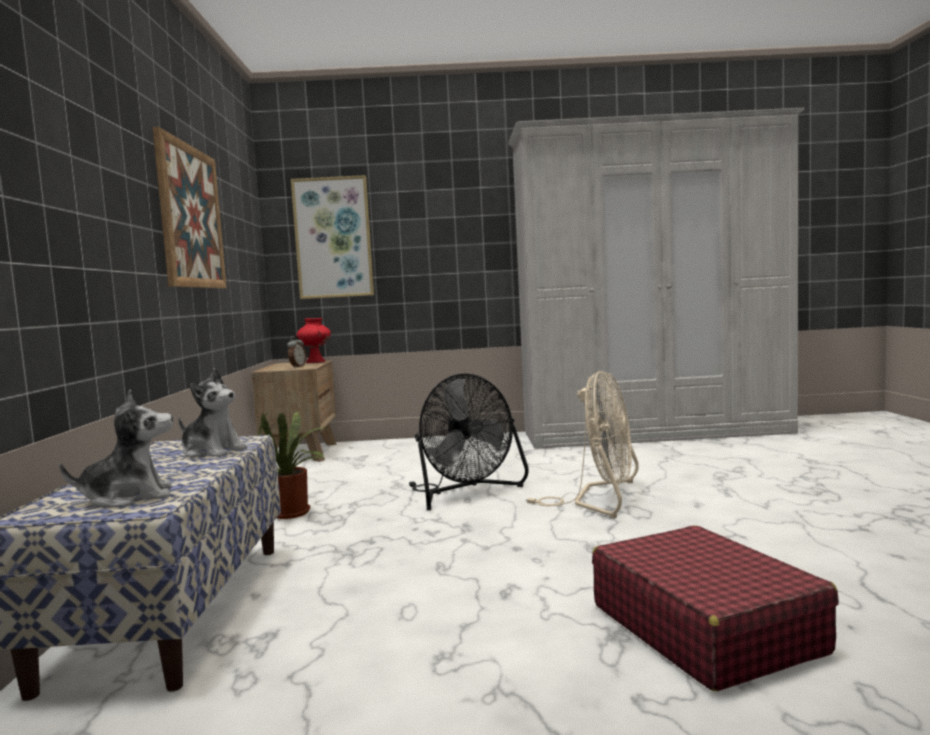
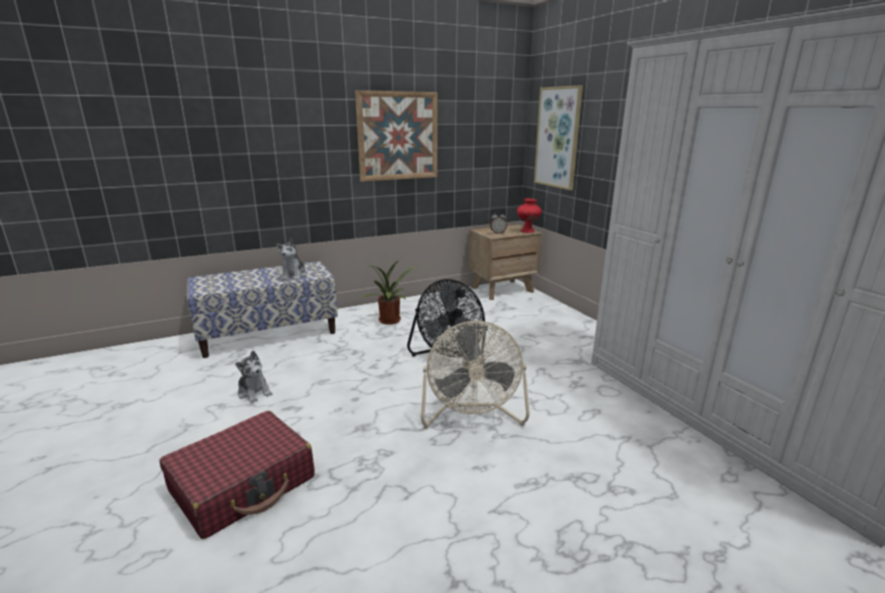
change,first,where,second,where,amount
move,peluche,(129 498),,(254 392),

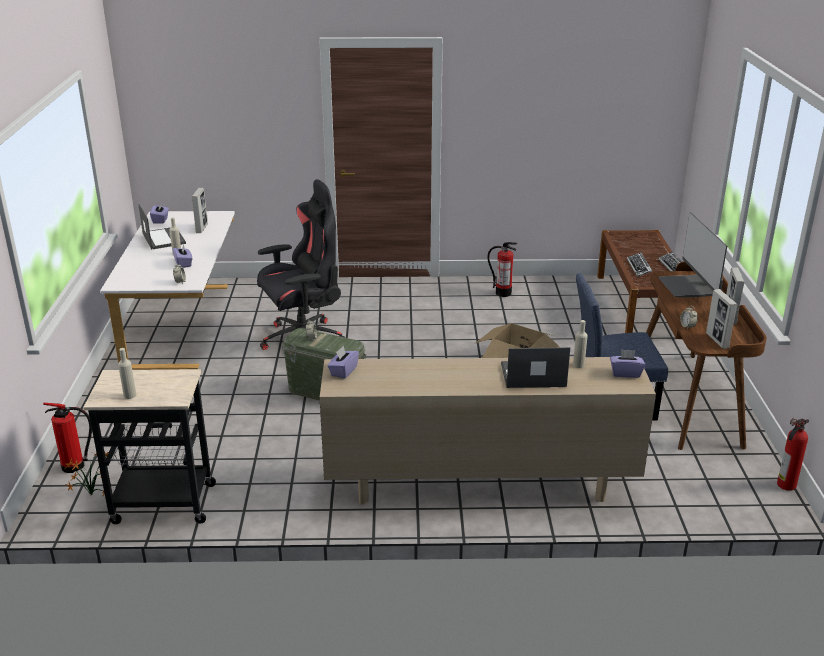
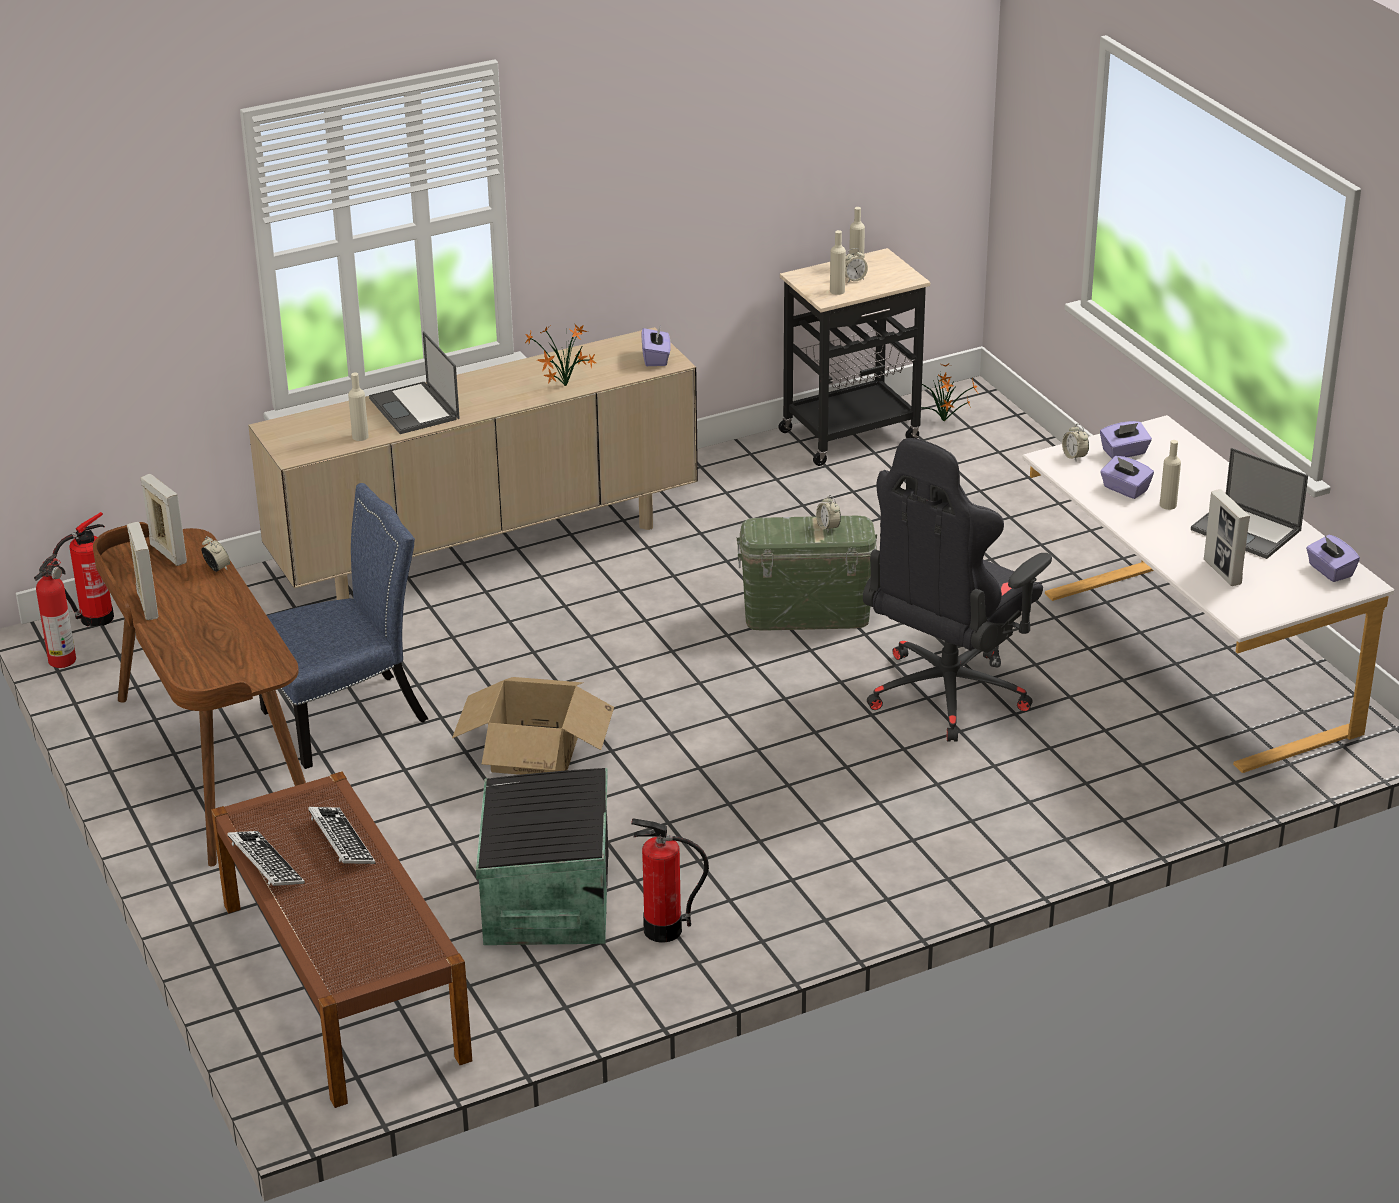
change,first,where,second,where,amount
delete,monitor,(688 287),,,
rotate,portátil,(532 375),,(415 409),90 degrees clockwise
move,caja de pañuelos (morado),(625 373),,(1124 452),
move,extintor,(75 466),,(93 619),
insert,,,botella (beis),(837 291),
insert,,,despertador,(853 279),
insert,,,planta en maceta,(564 387),
insert,,,caja de almacenaje (negro),(544 899),

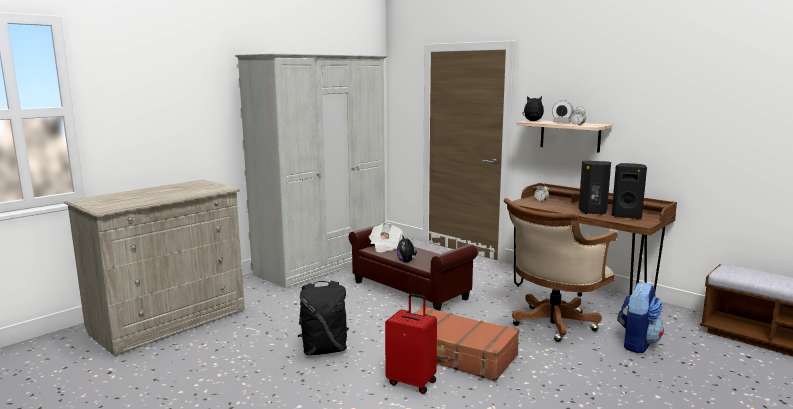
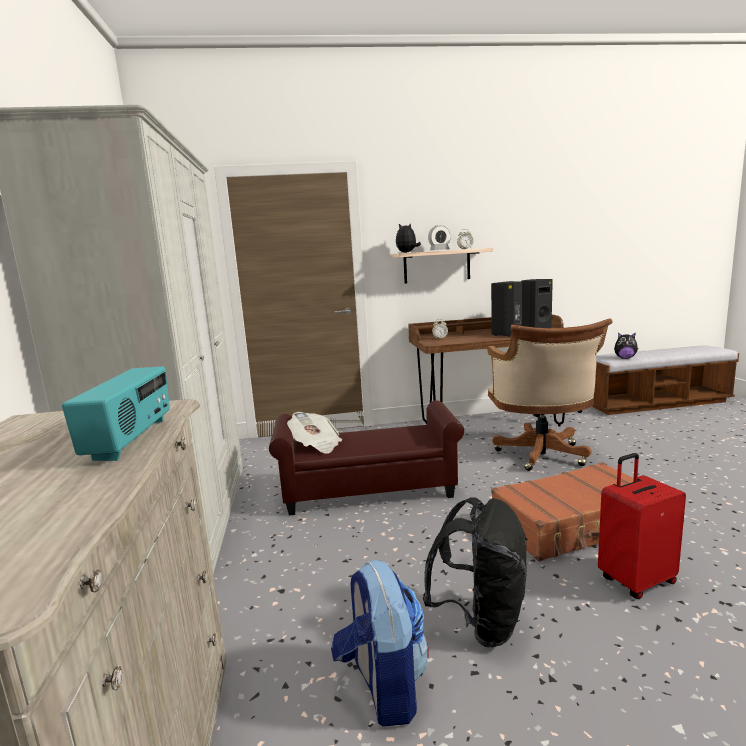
change,first,where,second,where,amount
move,peluche,(406 261),,(625 358),
move,mochila,(637 343),,(383 686),
insert,,,radio,(132 439),

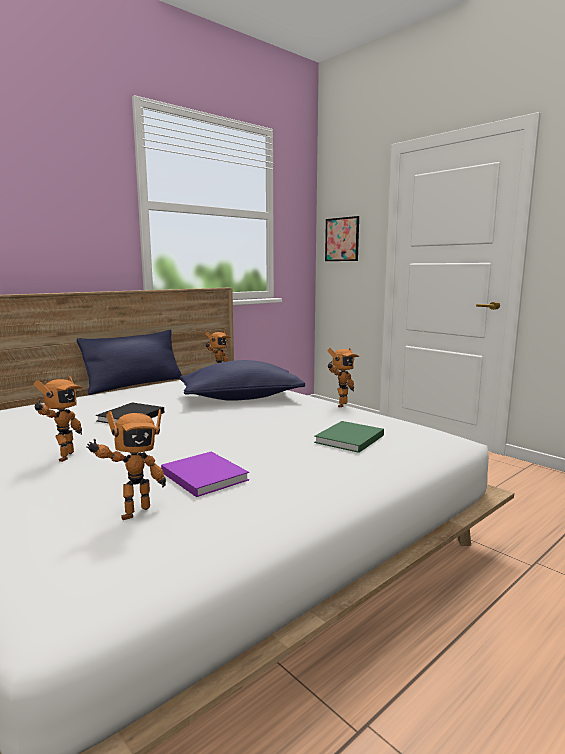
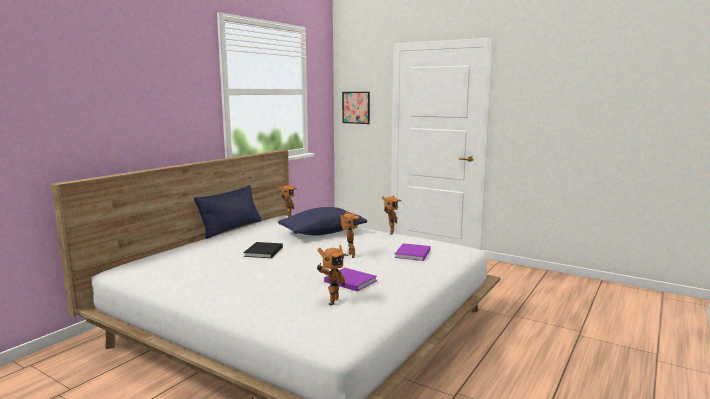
change,first,where,second,where,amount
move,robot de juguete,(62 457),,(349 256),
recolor,libro (verde),(348 439),libro (morado),(412 254),

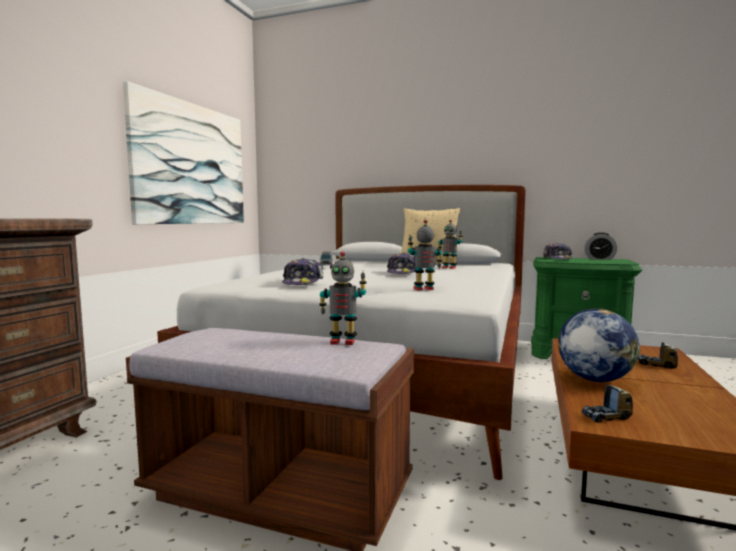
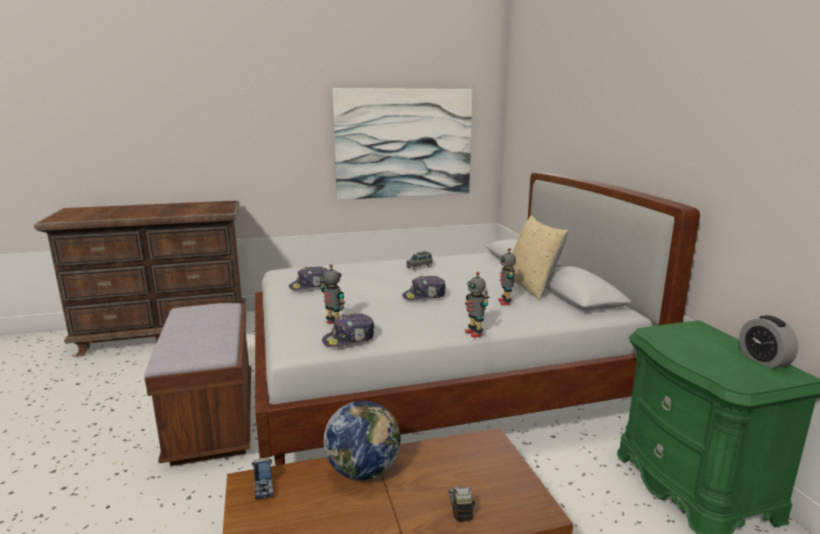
change,first,where,second,where,amount
move,gorra,(557 258),,(349 339),
move,robot de juguete,(343 342),,(474 333),
rotate,camión de juguete,(607 417),,(264 487),150 degrees counterclockwise

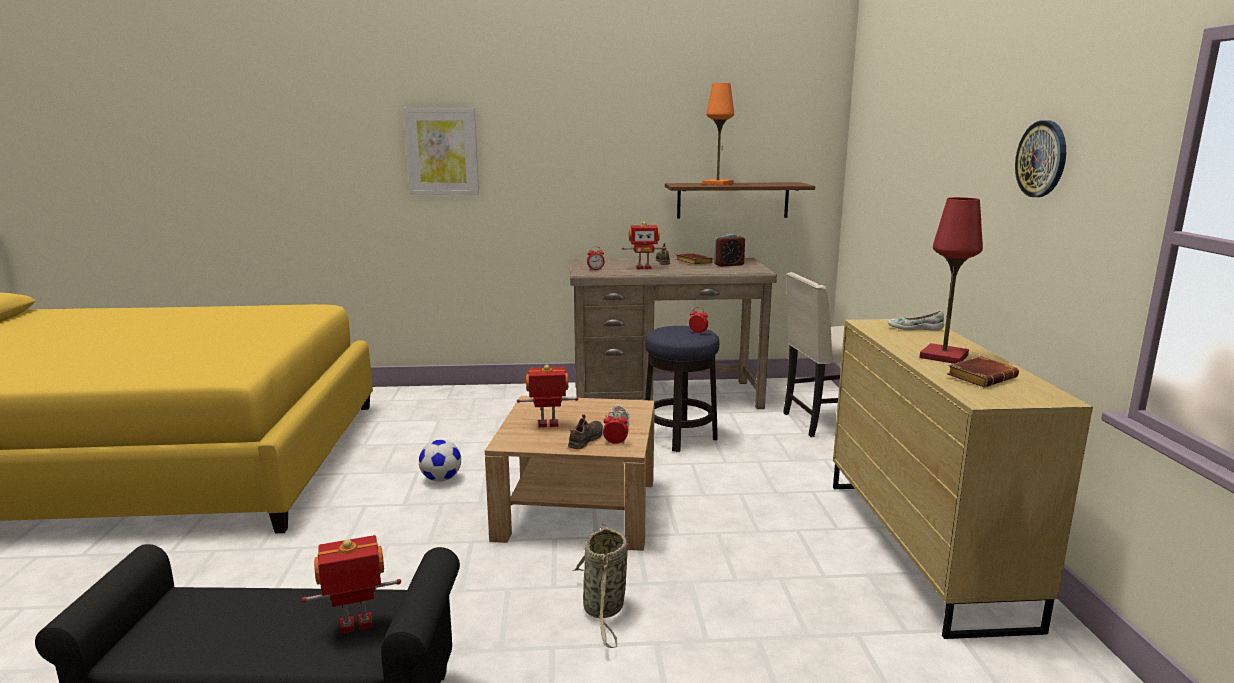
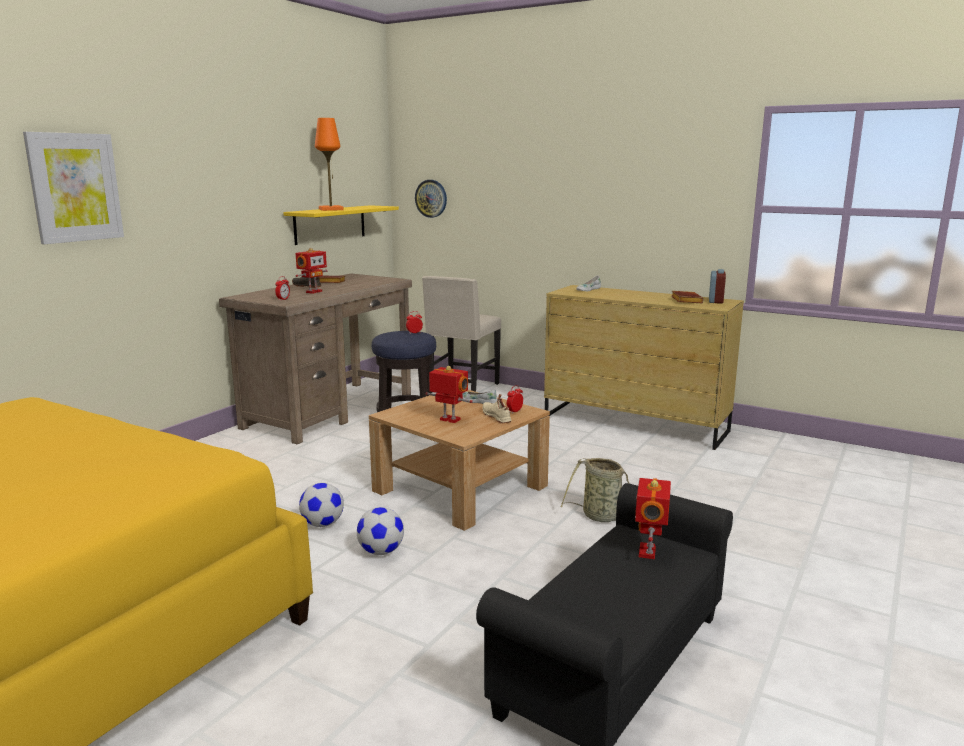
change,first,where,second,where,amount
move,reloj de pared,(1042 159),,(431 198),
recolor,estante (marrón),(733 200),estante (amarillo),(330 224),
delete,lámpara de mesa (rojo),(944 356),,,
move,despertador,(728 265),,(715 301),
rotate,robot de juguete,(548 425),,(449 420),90 degrees clockwise
recolor,zapato (negro),(587 440),zapato (beis),(497 417),
insert,,,balón de fútbol,(381 552),

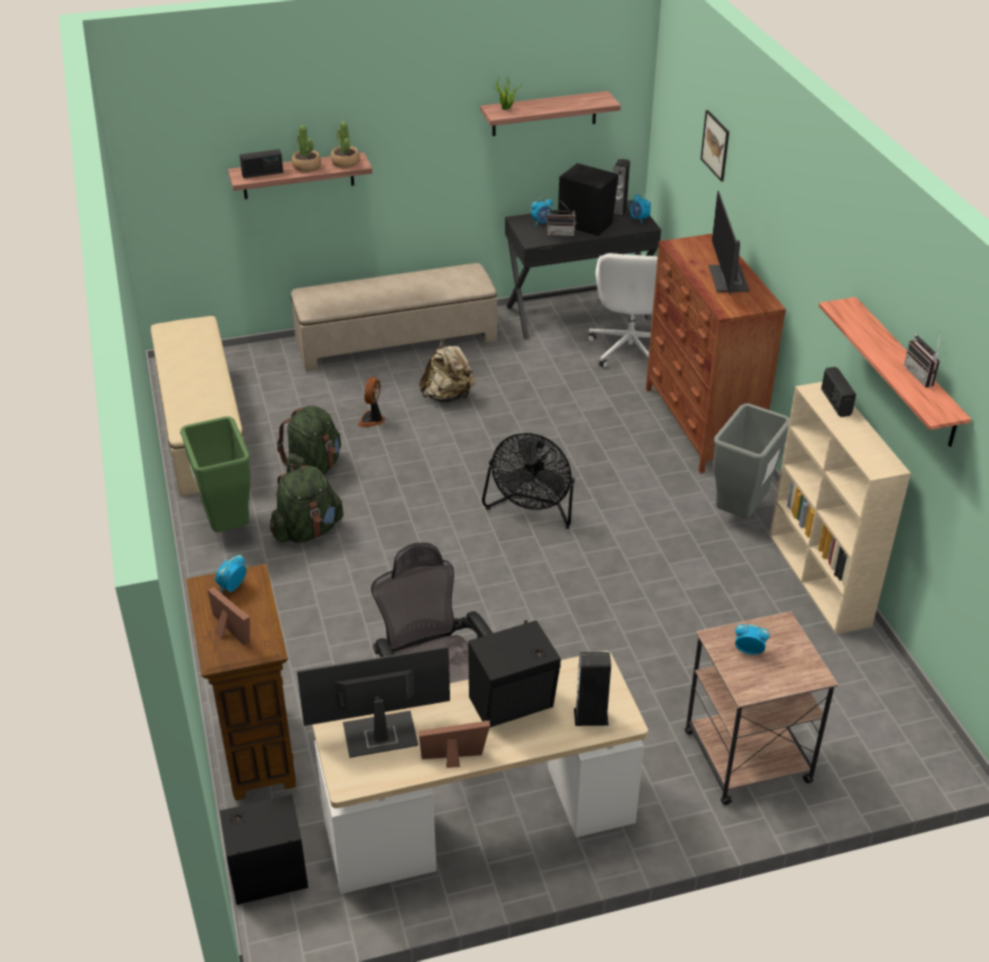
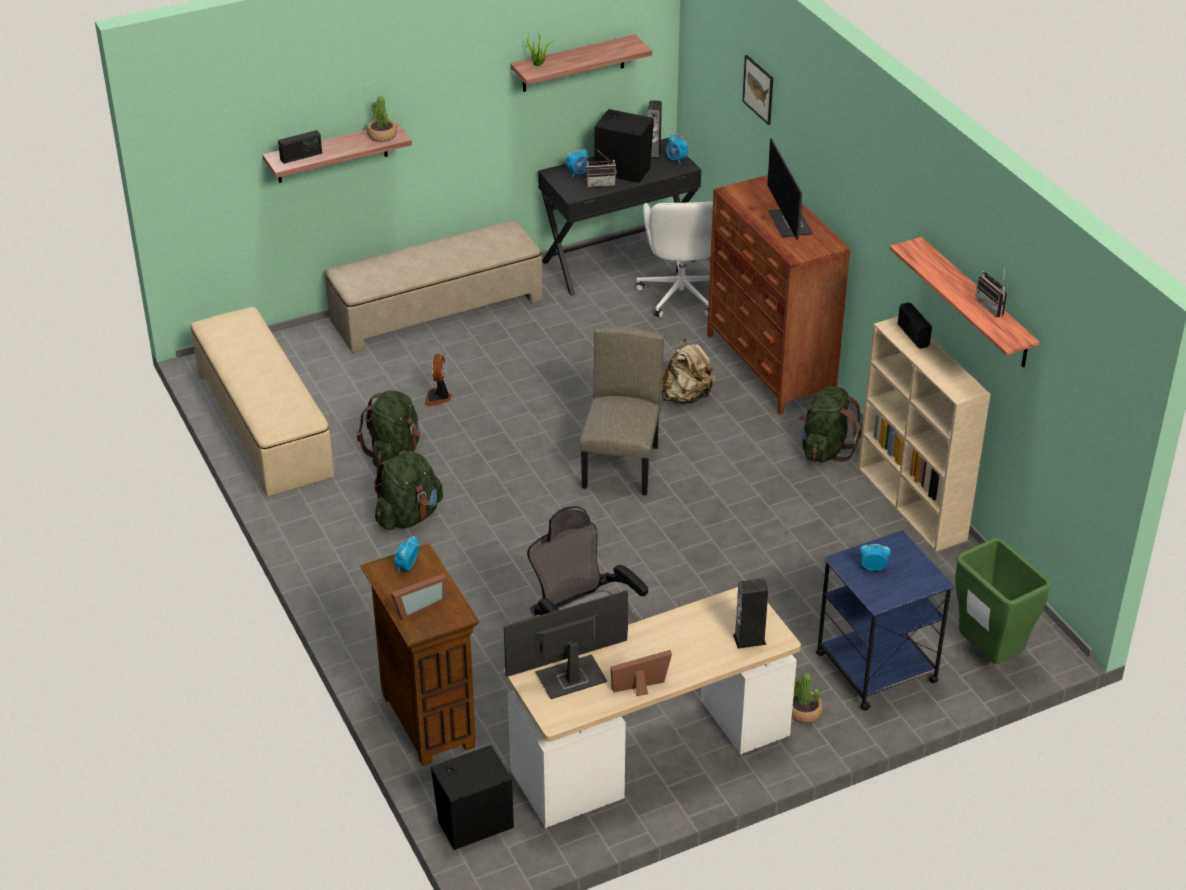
change,first,where,second,where,amount
move,planta en maceta,(307 166),,(804 712),
move,mochila (beis),(448 396),,(686 397),
replace,papelera (gris),(739 513),mochila (verde),(825 449),
move,papelera (verde),(227 525),,(988 654),
replace,ventilador (negro),(529 507),silla (beis),(621 467),
rotate,portarretratos,(227 633),,(417 606),105 degrees clockwise
recolor,carrito (marrón),(745 757),carrito (azul),(874 669),
delete,altavoz (negro),(514 704),,,

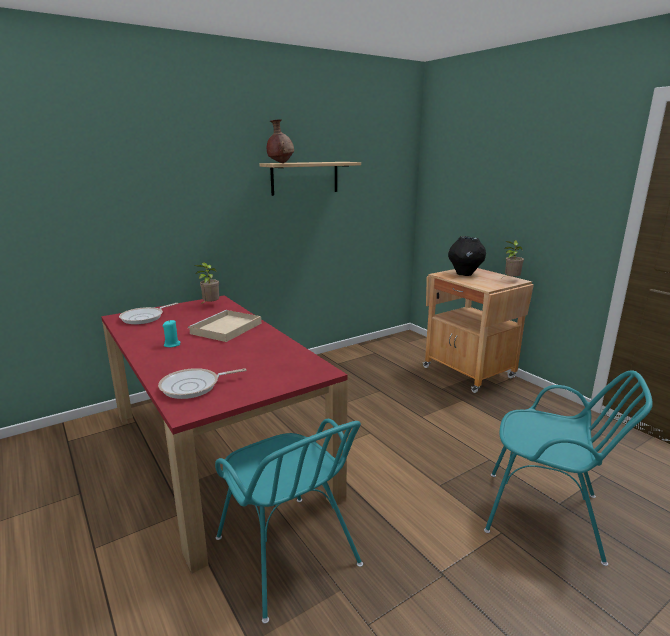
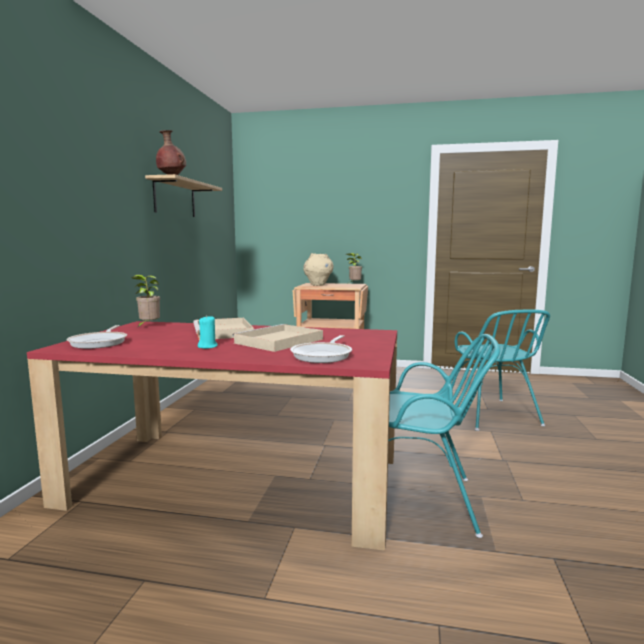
change,first,where,second,where,amount
recolor,florero (negro),(464 274),florero (beis),(318 285),
rotate,silla (turquesa),(548 515),,(493 415),105 degrees clockwise
insert,,,bandeja (beis),(278 341),

